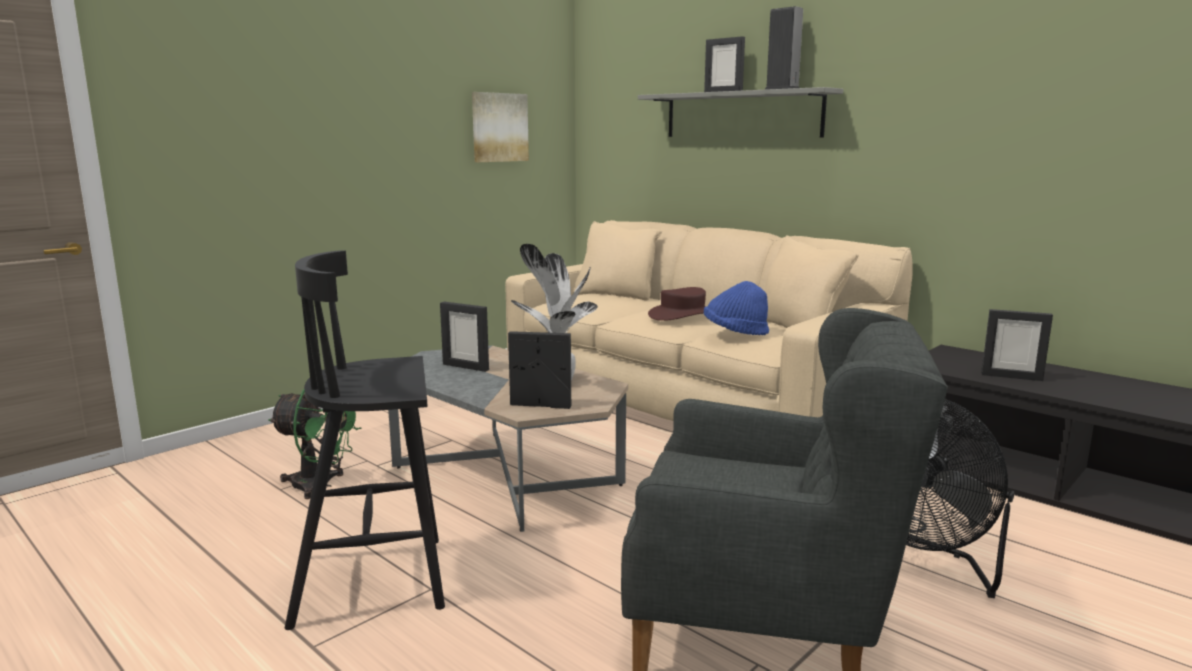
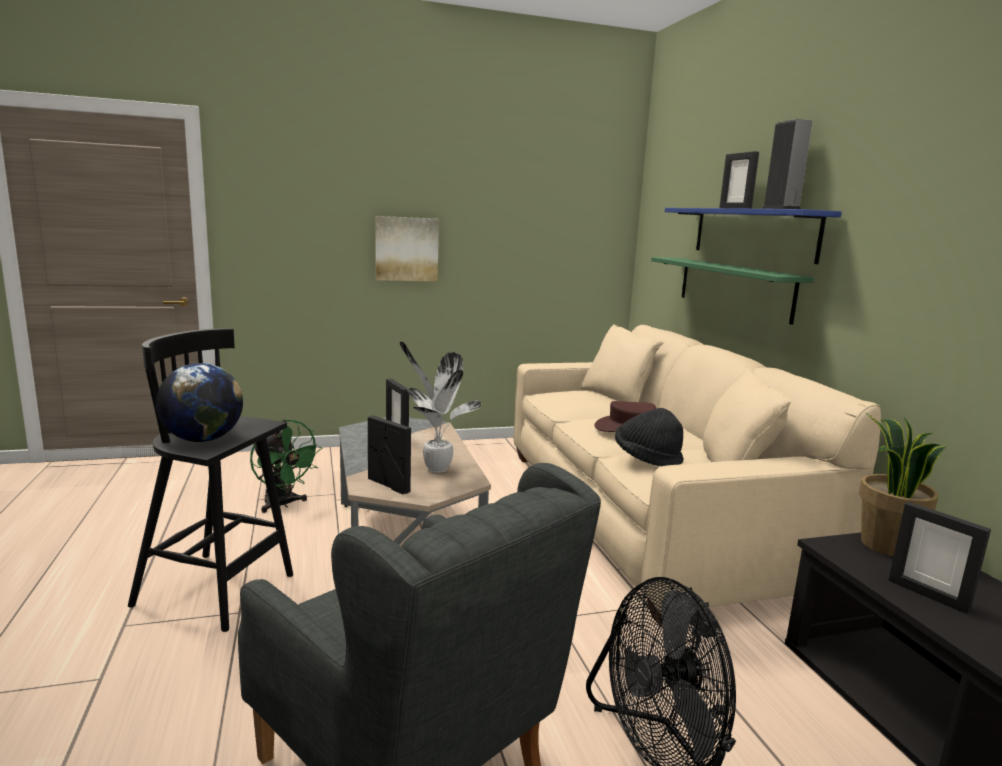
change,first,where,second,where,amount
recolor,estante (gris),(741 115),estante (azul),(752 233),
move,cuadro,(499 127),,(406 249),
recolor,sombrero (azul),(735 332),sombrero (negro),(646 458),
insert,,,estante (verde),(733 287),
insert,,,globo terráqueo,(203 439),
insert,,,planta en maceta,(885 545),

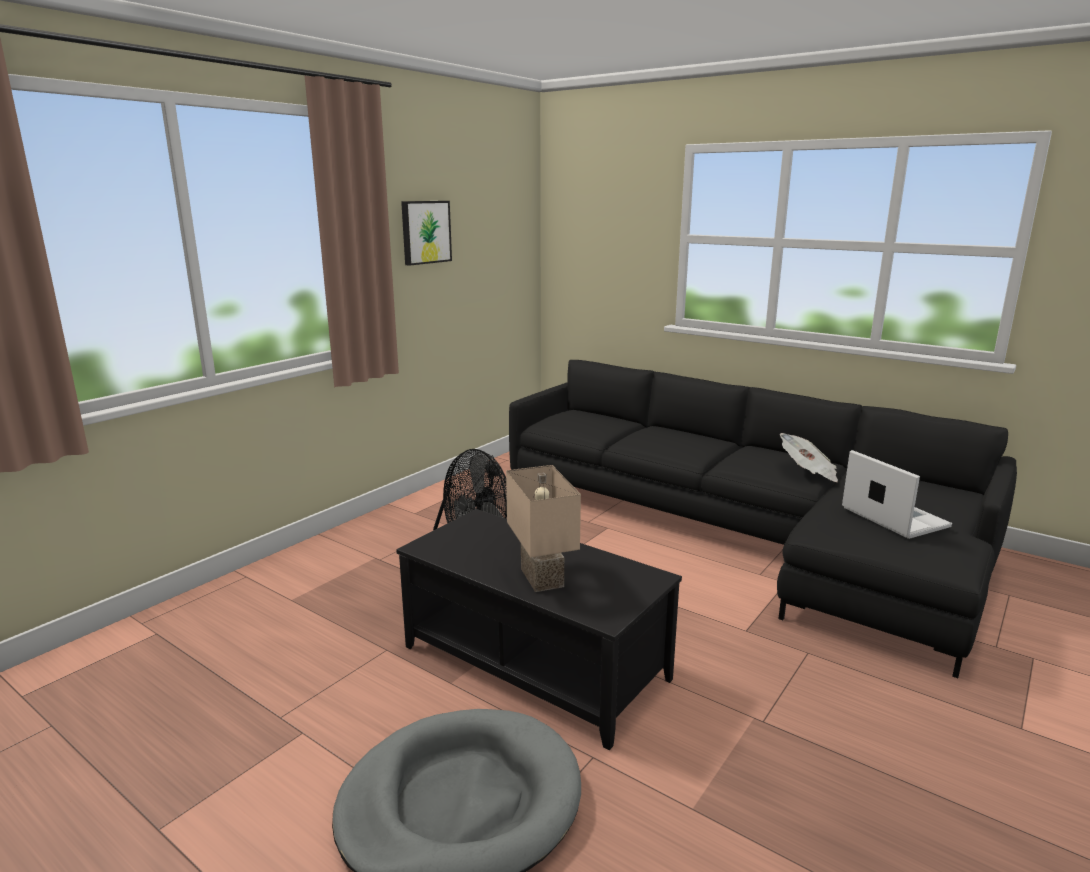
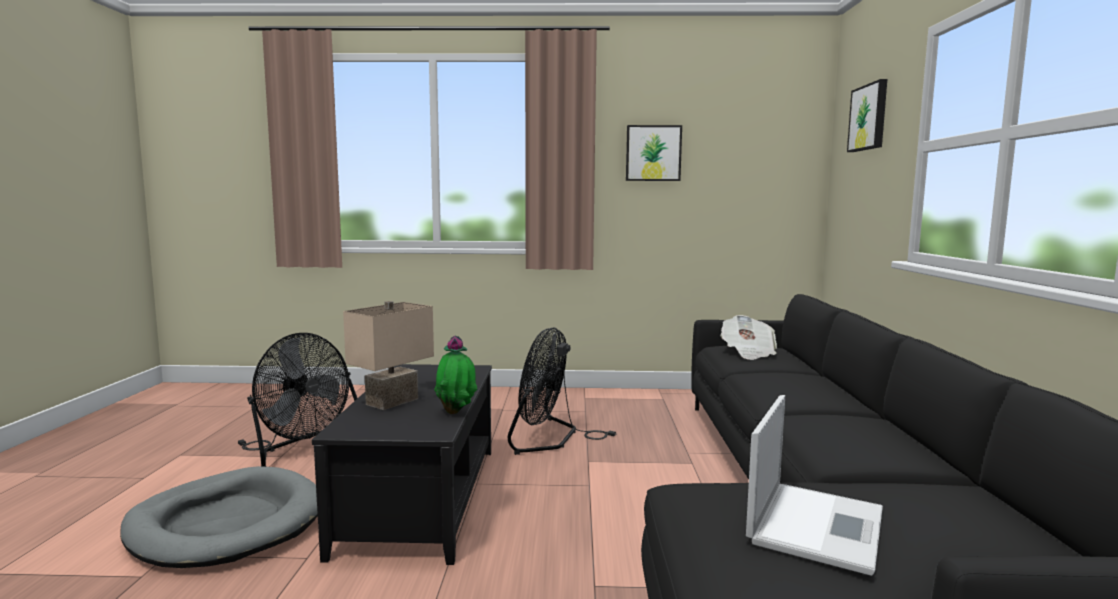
change,first,where,second,where,amount
move,periódico,(808 473),,(748 353),
insert,,,cuadro,(869 117),
insert,,,ventilador (negro),(296 448),
insert,,,planta en maceta,(456 412),

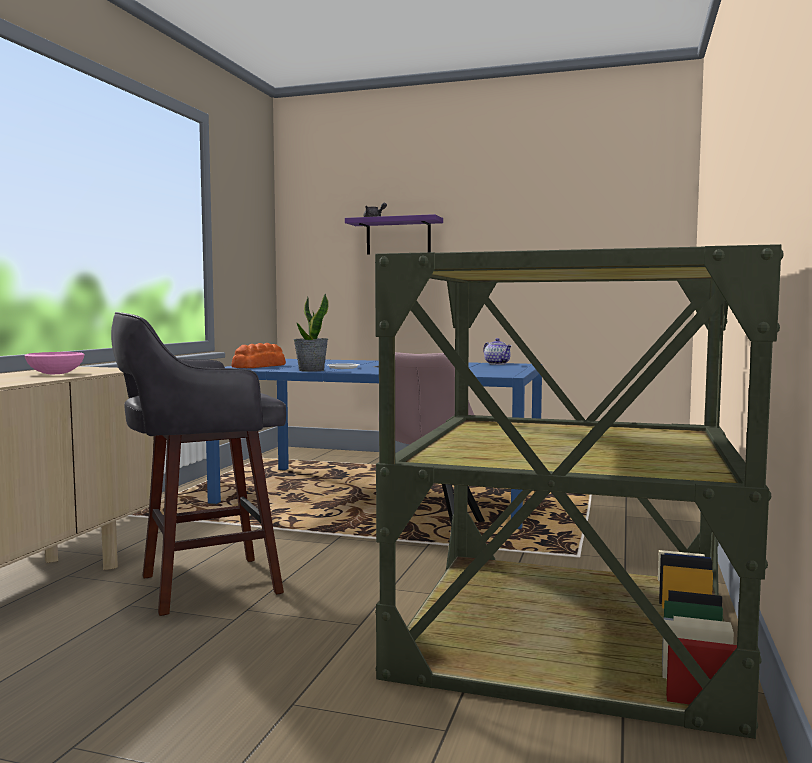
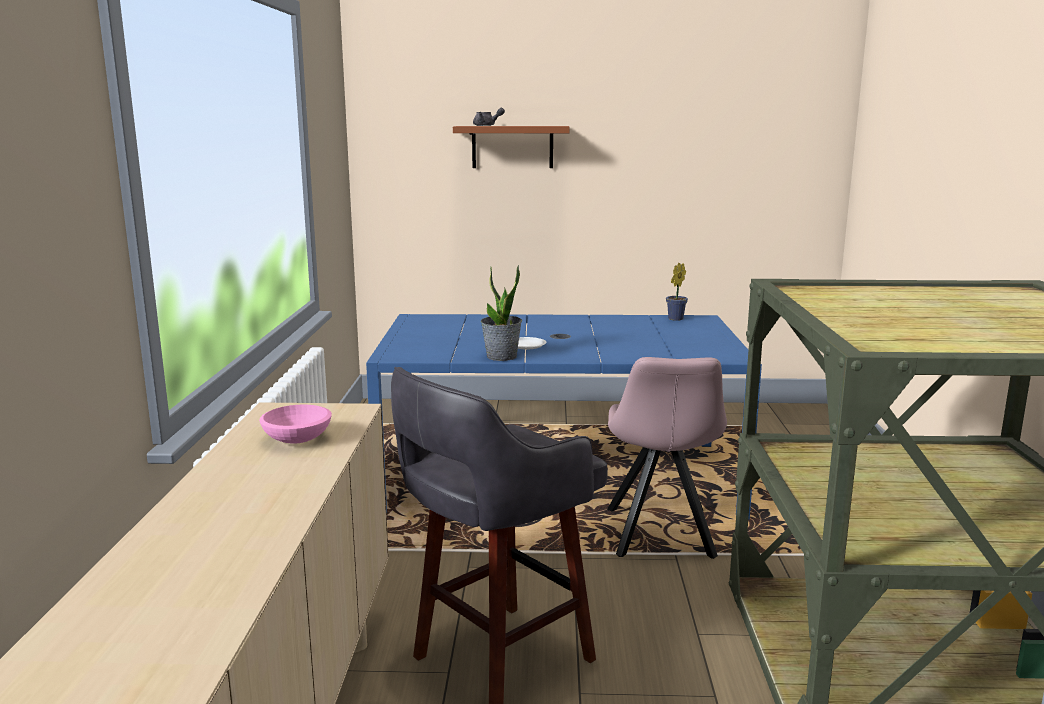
change,first,where,second,where,amount
recolor,estante (morado),(398 236),estante (marrón),(512 147),
replace,tetera,(497 364),planta en maceta,(674 319),
delete,pan,(260 366),,,

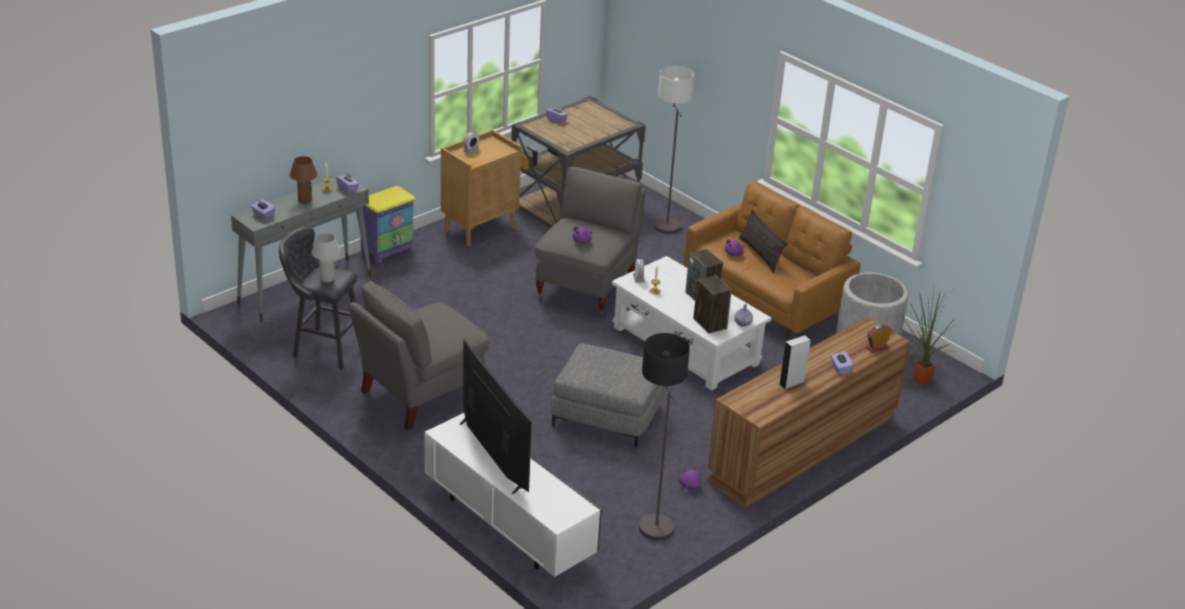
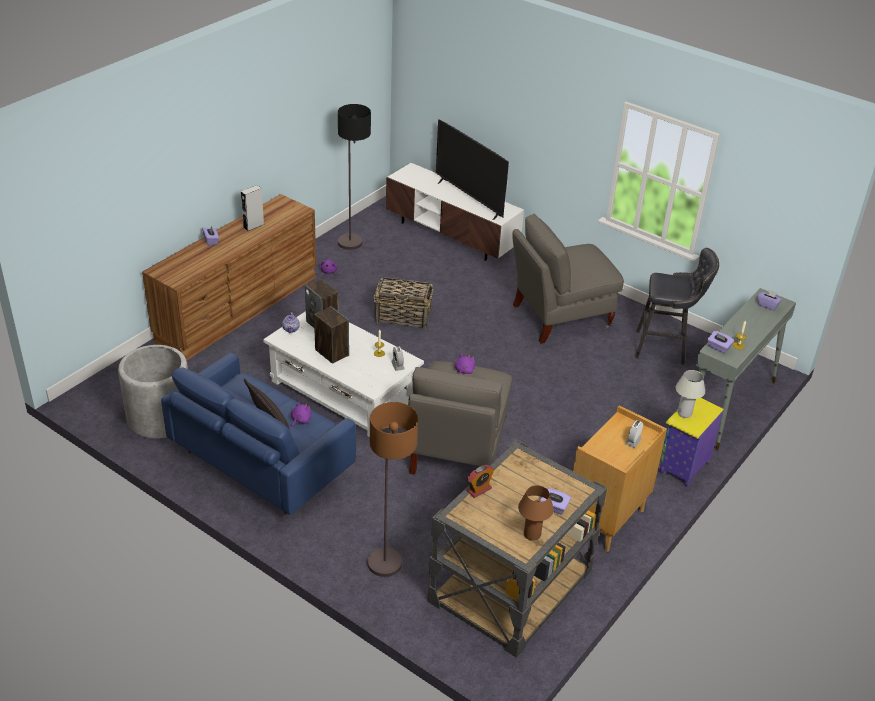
change,first,where,second,where,amount
recolor,lámpara de pie (blanco),(665 222),lámpara de pie (marrón),(388 571),
move,lámpara de mesa (marrón),(305 200),,(532 534),
recolor,sofá (marrón),(766 299),sofá (azul),(260 463),
move,lámpara de mesa (blanco),(327 279),,(684 413),
rotate,sillón (gris),(420 394),,(560 317),150 degrees counterclockwise
delete,planta en maceta,(918 382),,,
move,despertador,(877 348),,(479 489),
replace,puf (gris),(606 416),cesta,(403 317),

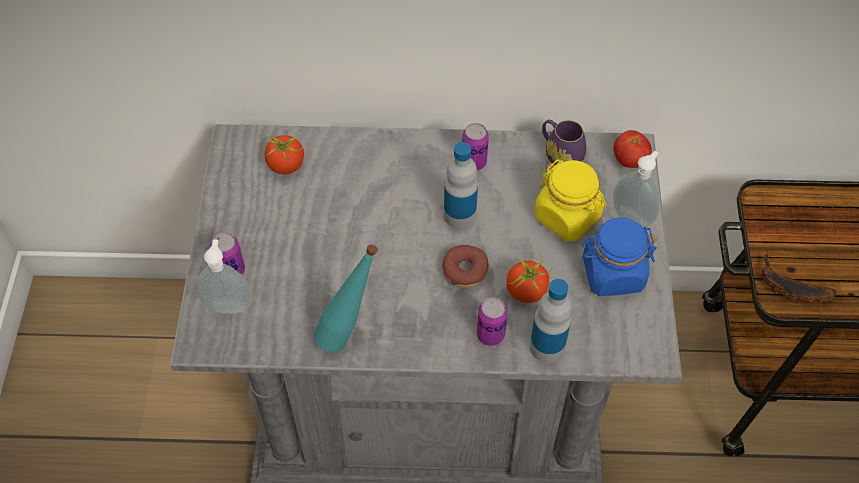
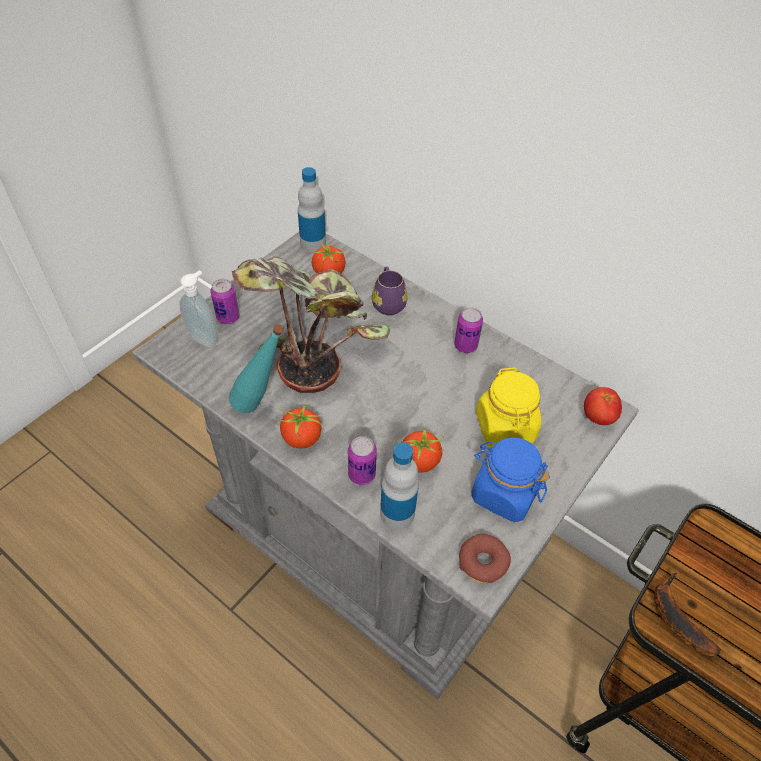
change,first,where,second,where,amount
move,taza grande (morado),(560 154),,(388 302),
move,botella,(459 215),,(313 243),
delete,dispensador de jabón,(633 216),,,
move,rosquilla,(465 270),,(482 562),
insert,,,planta en maceta,(311 339),
insert,,,tomate,(301 438),

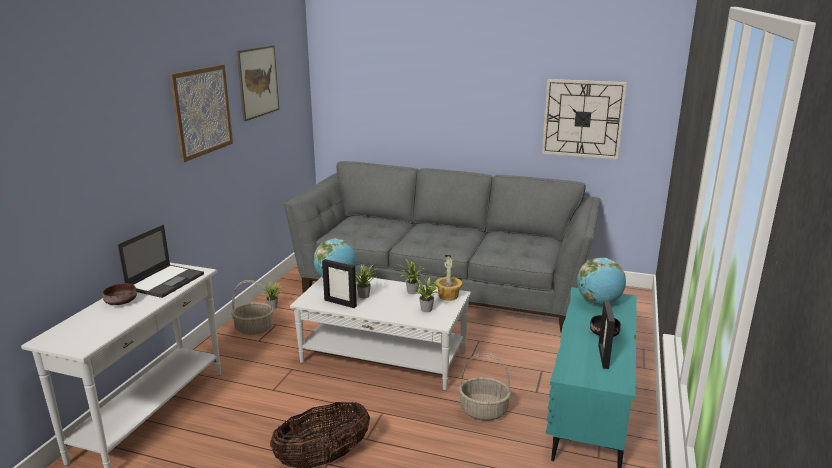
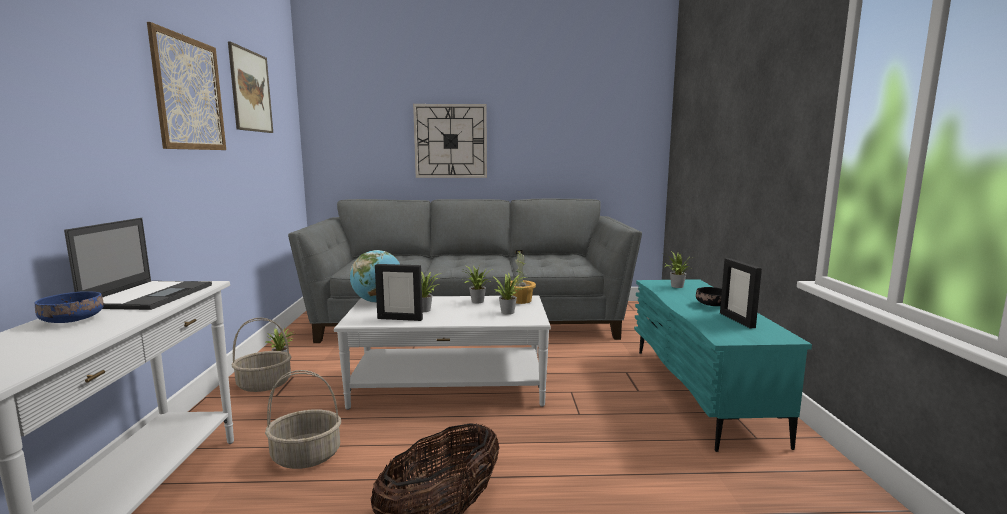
change,first,where,second,where,amount
move,reloj de pared,(582 119),,(450 141),
replace,globo terráqueo,(598 302),planta en maceta,(675 286),
recolor,cuenco (marrón),(121 302),cuenco (azul),(73 320),
move,cesta,(484 410),,(307 455),

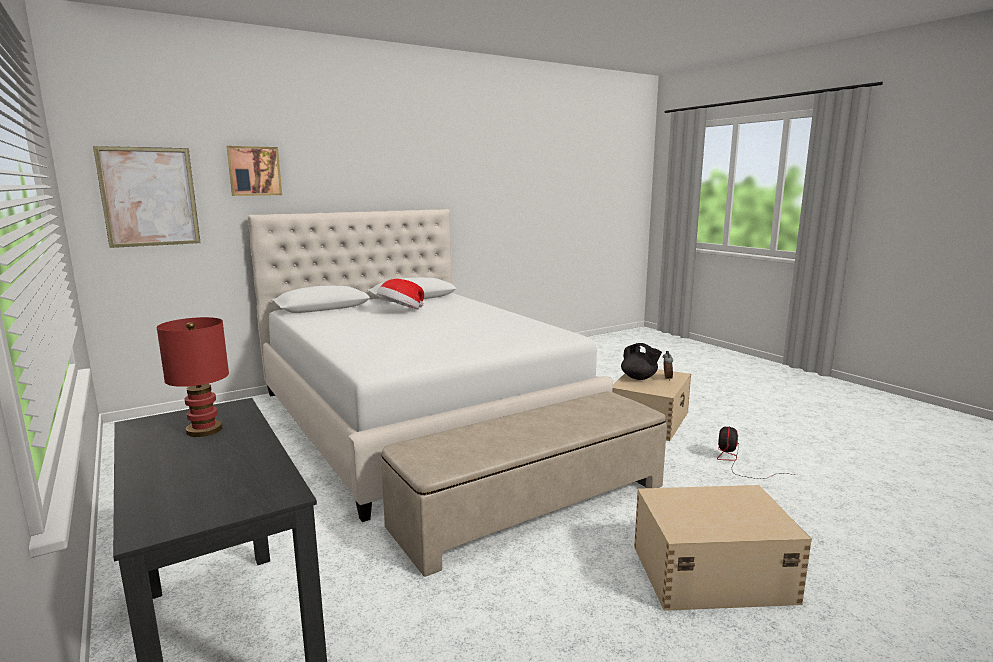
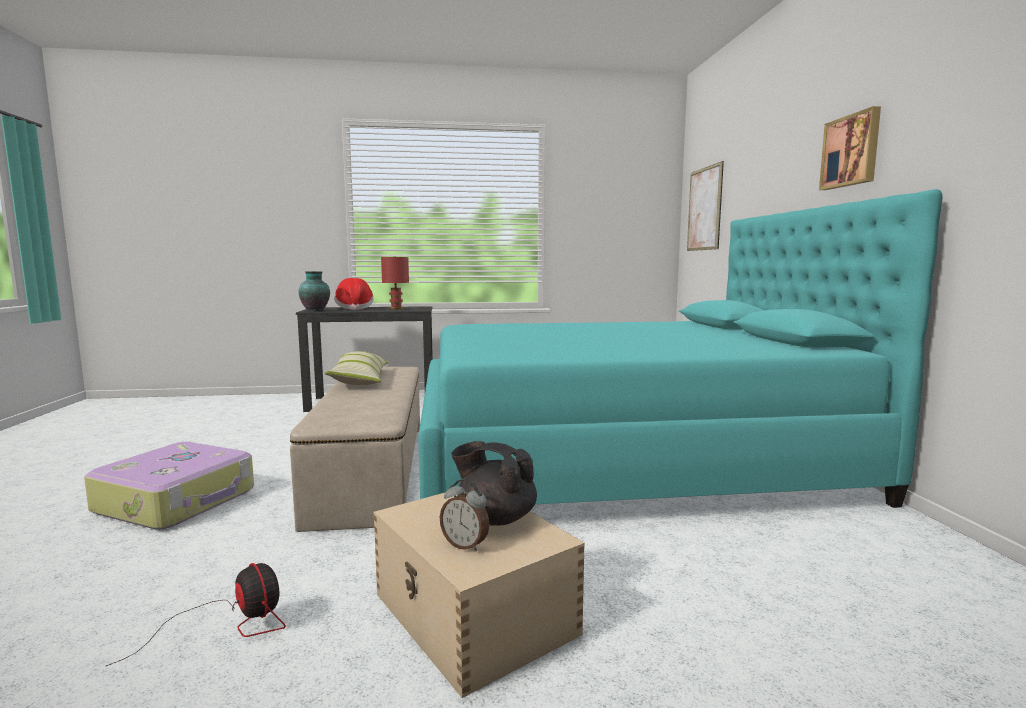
change,first,where,second,where,amount
move,cuadro,(254 171),,(851 151),
recolor,cama (blanco),(418 417),cama (turquesa),(621 457),
move,sombrero,(400 311),,(354 308),
rotate,tetera (negro),(639 378),,(495 518),45 degrees clockwise
replace,caja de almacenaje (beis),(709 573),maleta,(178 500),
insert,,,florero,(316 310),
insert,,,cojín,(360 379),

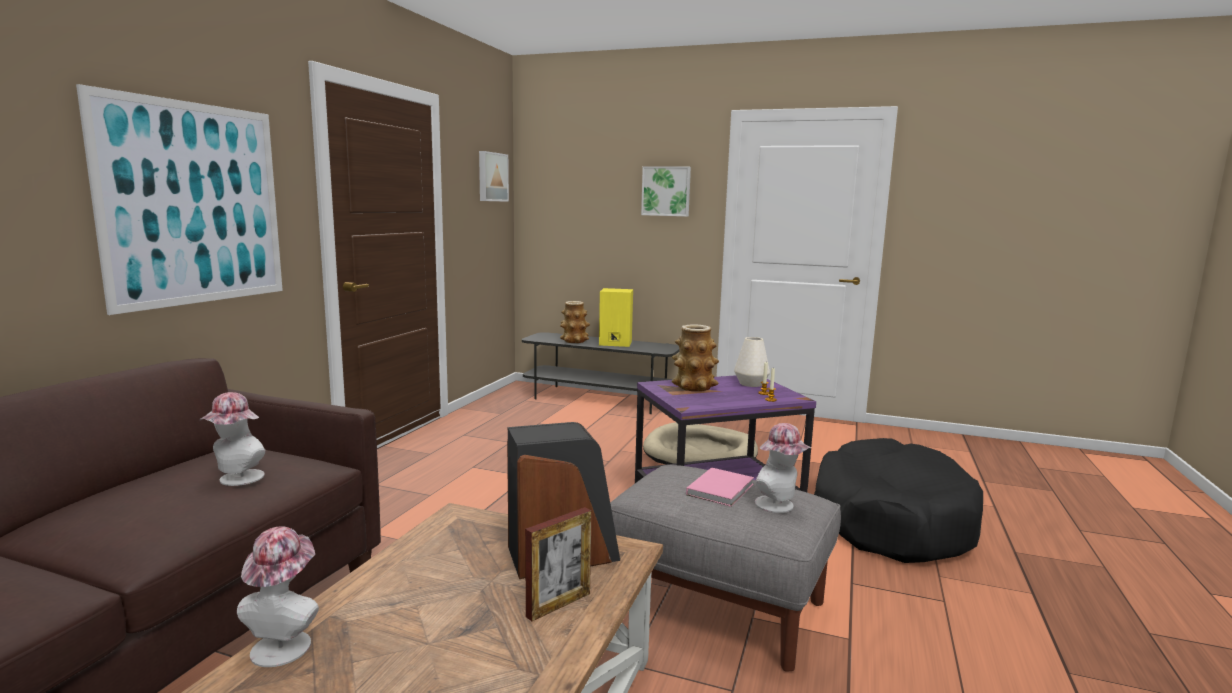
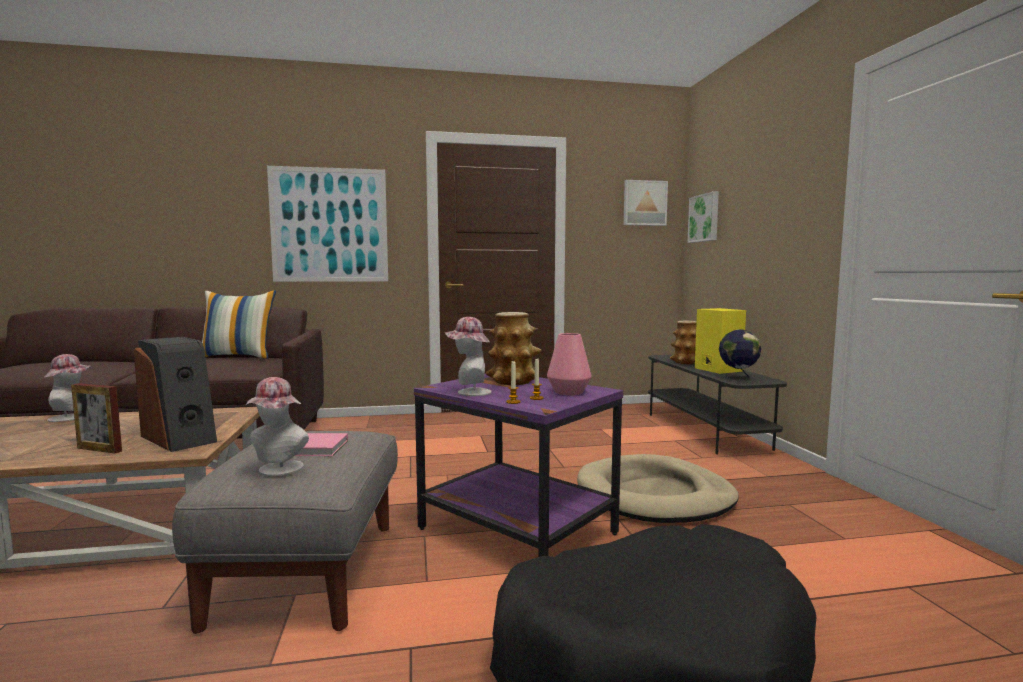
change,first,where,second,where,amount
move,cuadro,(666 191),,(704 218),
recolor,florero (blanco),(751 384),florero (rosa),(568 392),
move,sombrero,(237 480),,(469 392),
insert,,,cojín,(238 357),
insert,,,globo terráqueo,(738 378),

